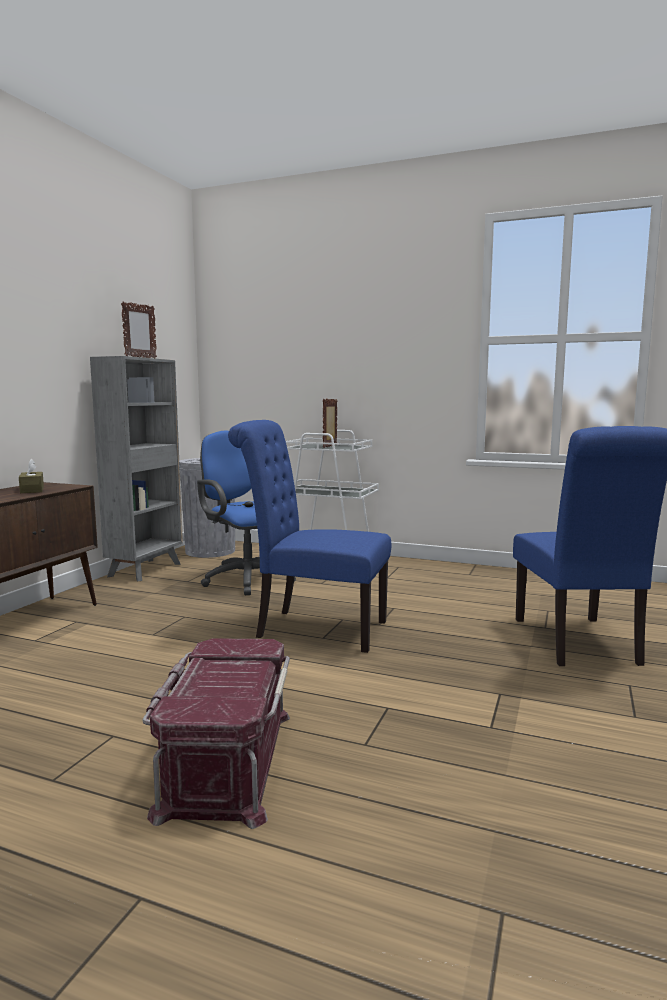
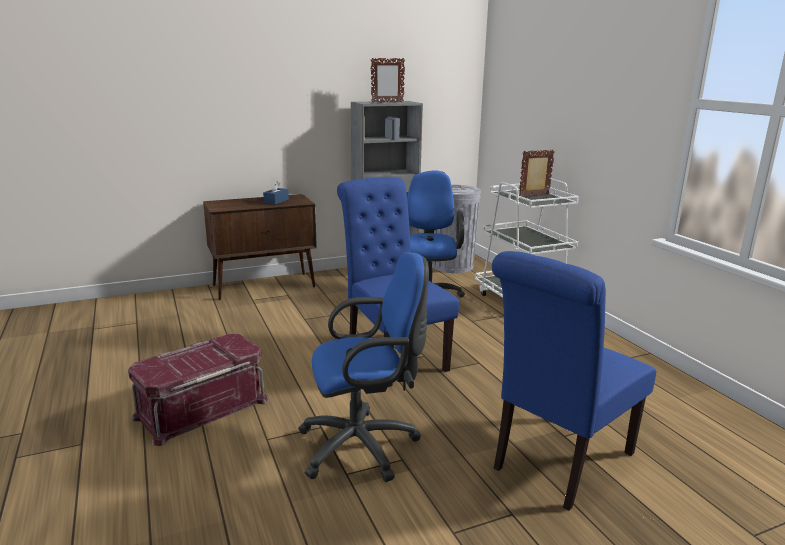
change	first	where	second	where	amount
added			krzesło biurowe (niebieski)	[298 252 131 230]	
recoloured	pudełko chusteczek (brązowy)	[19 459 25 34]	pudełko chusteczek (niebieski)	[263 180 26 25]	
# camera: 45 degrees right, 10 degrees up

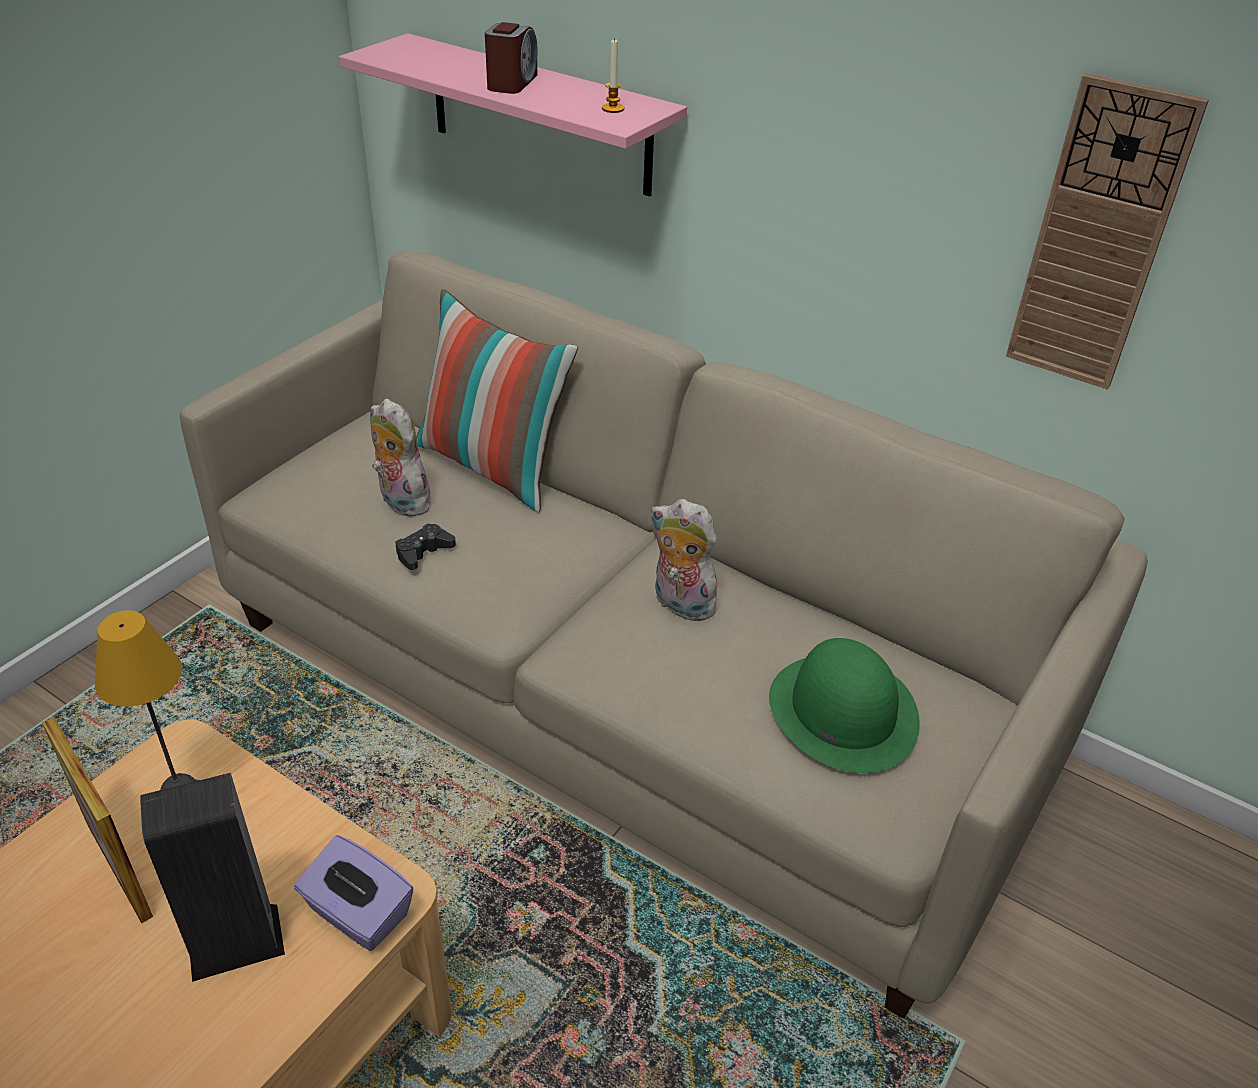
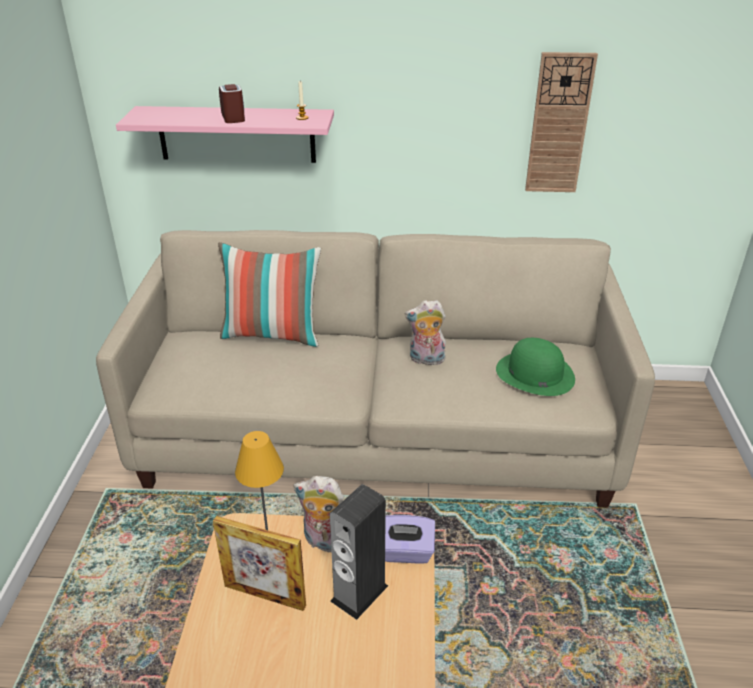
change	first	where	second	where	amount
removed	pad do gier (czarny)	[395 523 61 47]			
moved	pluszak	[370 399 63 118]		[294 476 50 80]	
# camera: 30 degrees left, 5 degrees down

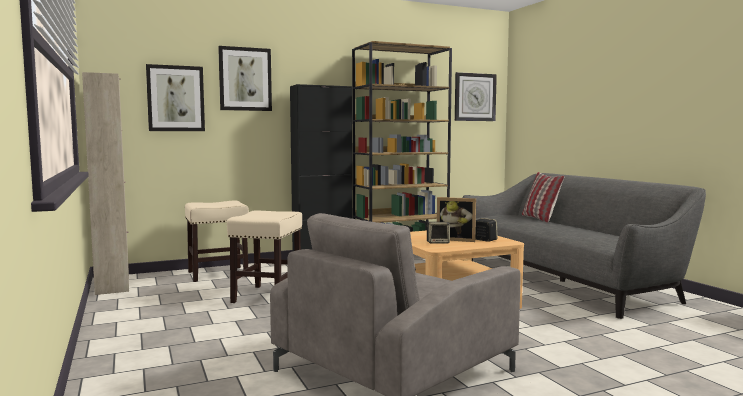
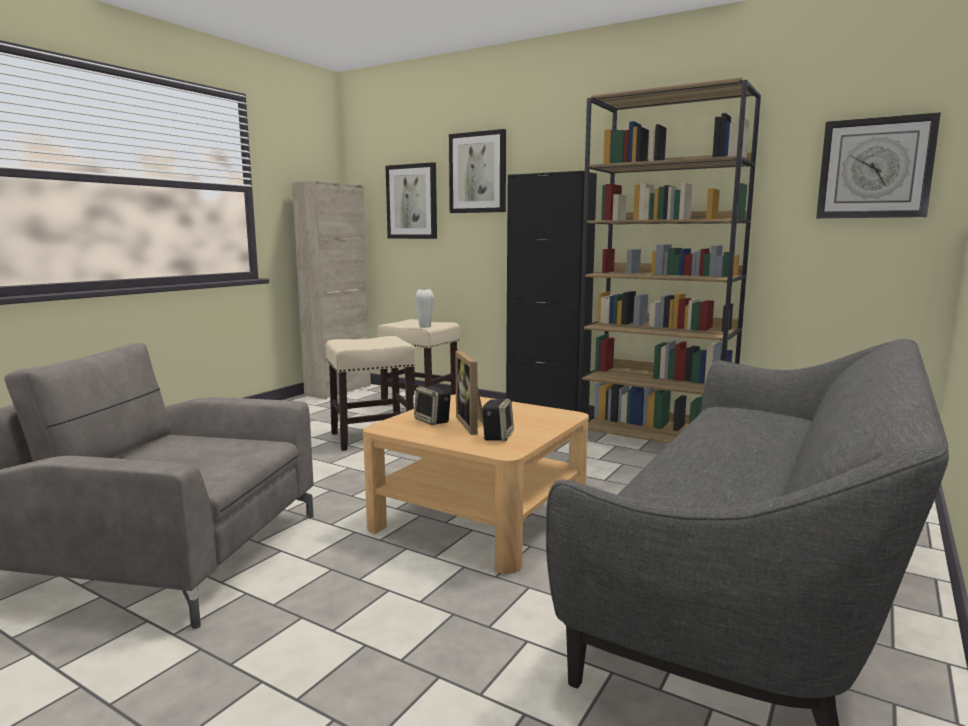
change	first	where	second	where	amount
removed	poduszka	[522 172 42 51]			
added			wazon (biały)	[415 289 19 39]	
# camera: 55 degrees right, 5 degrees up

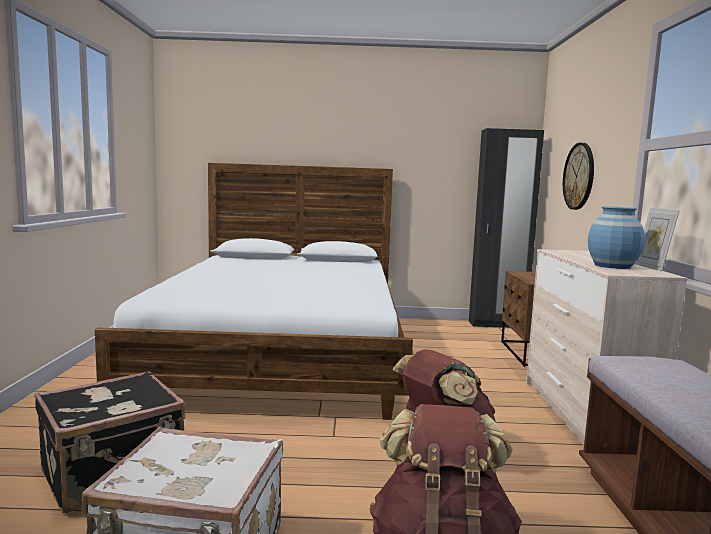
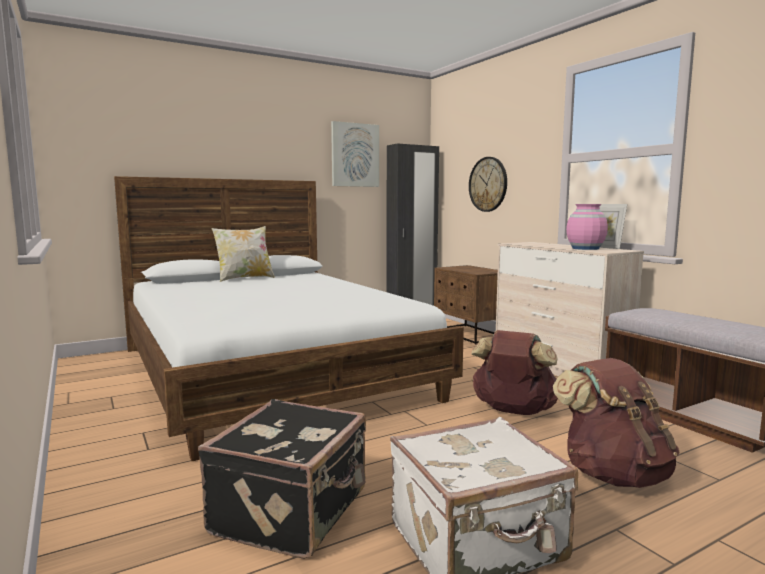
change	first	where	second	where	amount
added			poduszka	[212 226 63 56]	
added			obraz	[331 121 48 66]	
recoloured	wazon (niebieski)	[588 206 57 63]	wazon (różowy)	[566 204 42 46]	
# camera: 30 degrees left, 0 degrees up

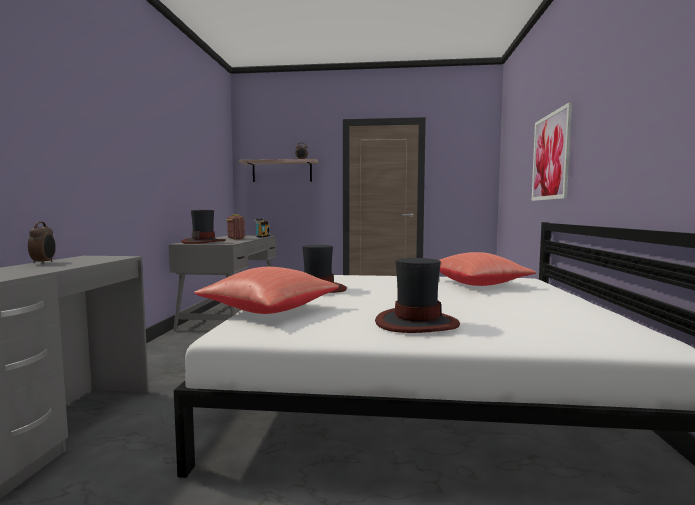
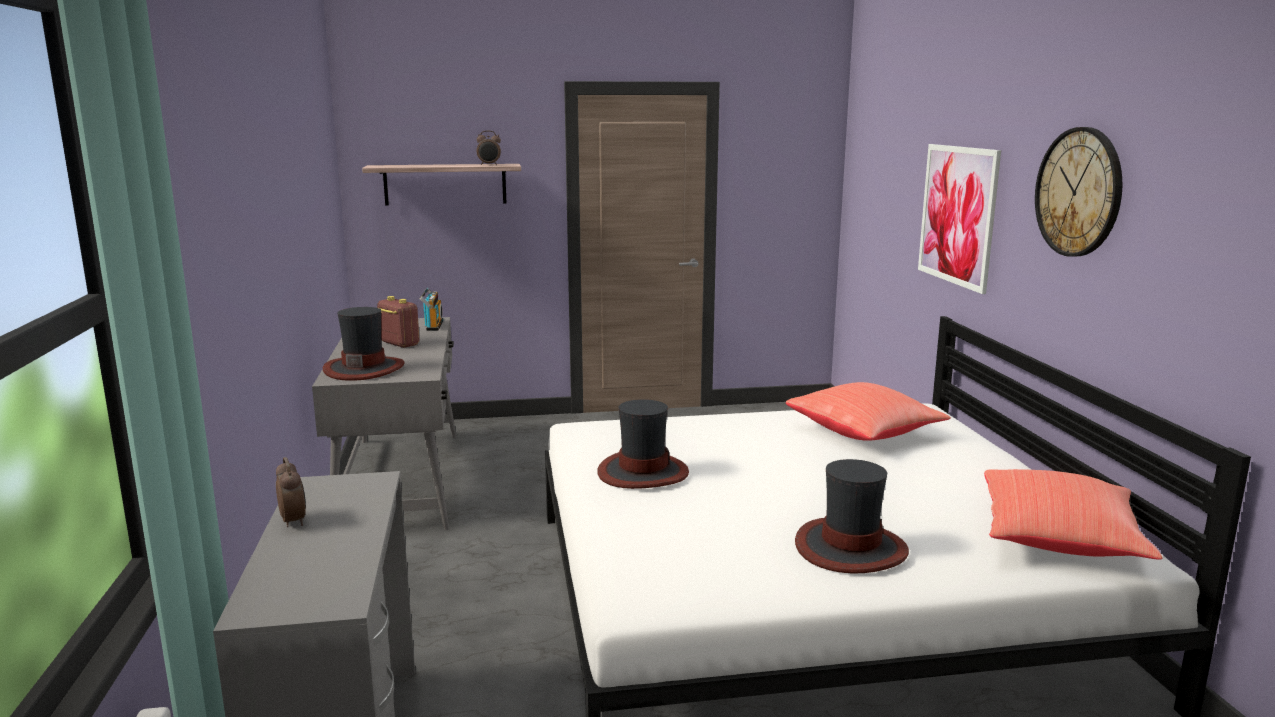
change	first	where	second	where	amount
added			zegar ścienny	[1035 127 87 130]	
moved	poduszka (czerwony)	[194 267 145 47]		[984 469 179 91]	
# camera: 15 degrees left, 10 degrees up

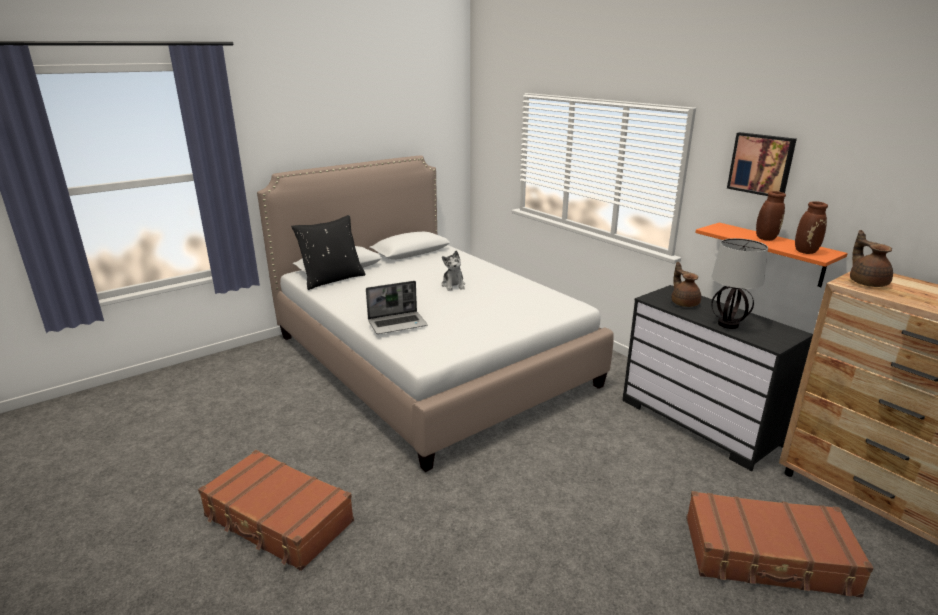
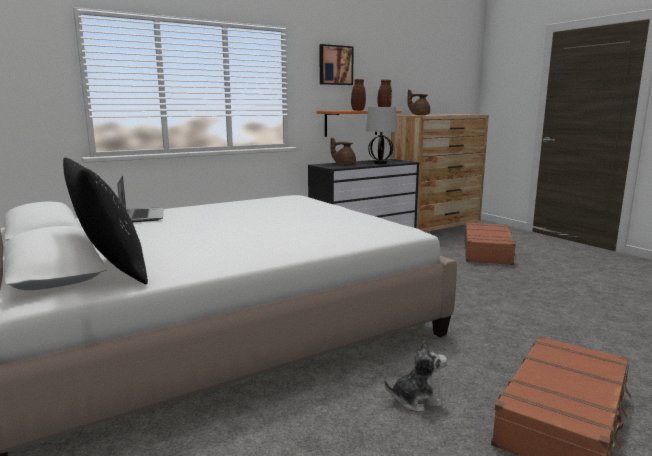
change	first	where	second	where	amount
moved	laptop	[366 281 62 53]		[117 175 46 47]	
moved	pluszak	[442 251 23 40]		[384 340 63 72]	
# camera: 85 degrees left, 10 degrees down

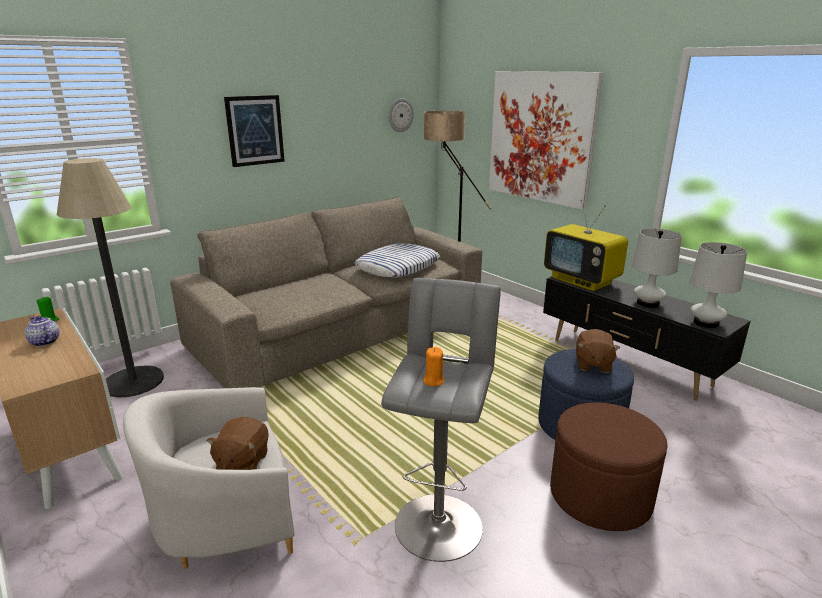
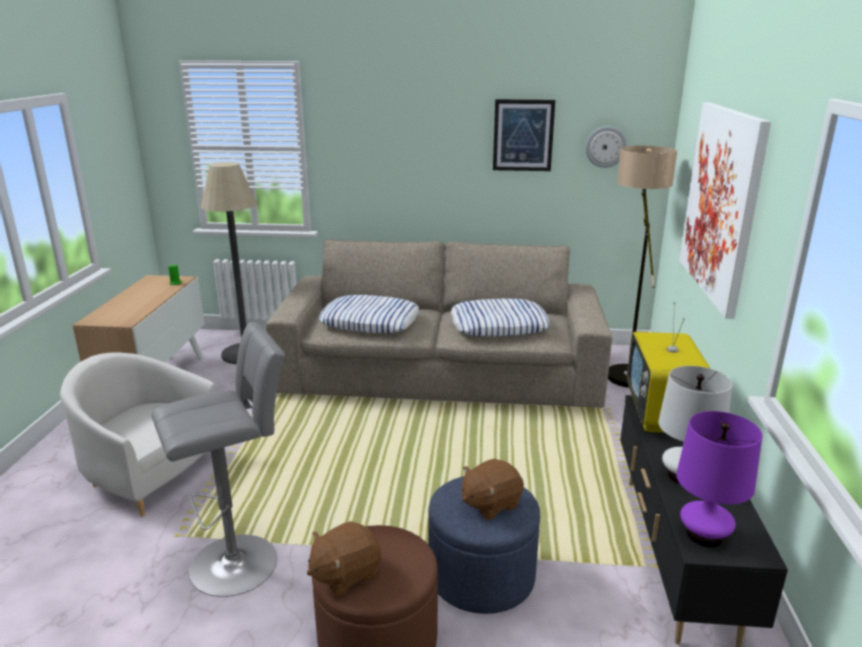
change	first	where	second	where	amount
removed	imbryk	[25 316 35 31]			
removed	świeca (pomarańczowy)	[423 347 21 39]			
added			poduszka	[319 295 100 38]	
moved	pluszak (brązowy)	[206 417 63 53]		[307 521 74 75]	
moved	obraz	[224 95 61 72]		[493 99 62 72]	
recoloured	lampa stołowa (biały)	[690 242 57 86]	lampa stołowa (fioletowy)	[676 411 86 136]	
# camera: 45 degrees right, 0 degrees up

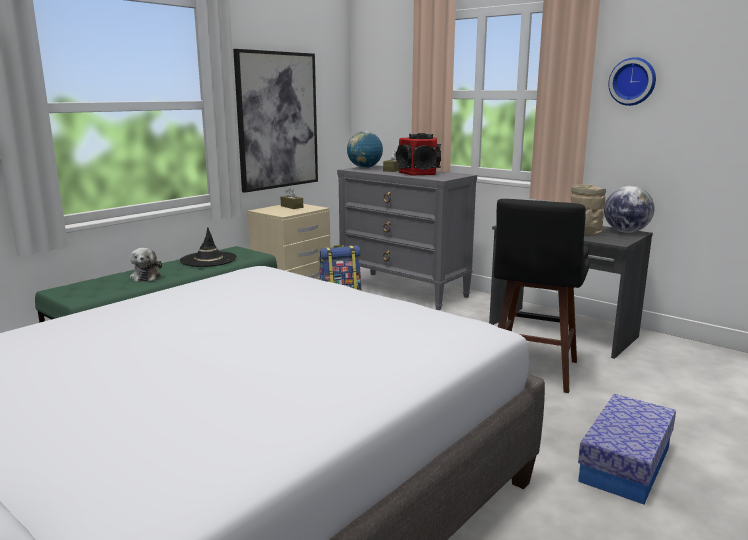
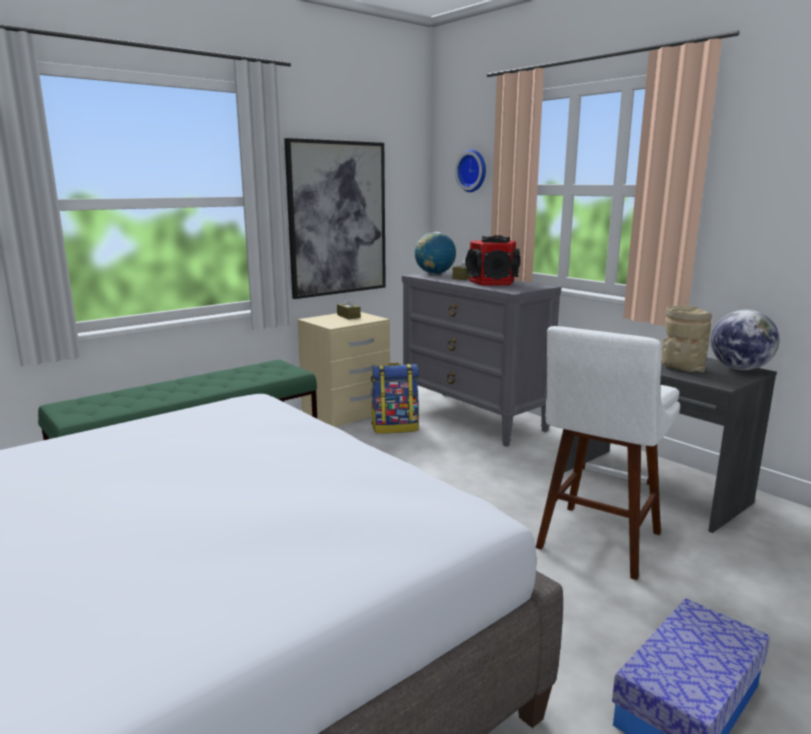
change	first	where	second	where	amount
removed	pluszak	[130 248 32 34]			
removed	kapelusz (czarny)	[180 227 57 40]			
moved	zegar ścienny	[608 57 48 49]		[455 149 31 43]	
recoloured	stołek (czarny)	[494 199 96 194]	stołek (biały)	[536 326 144 254]	
# camera: 10 degrees right, 0 degrees up

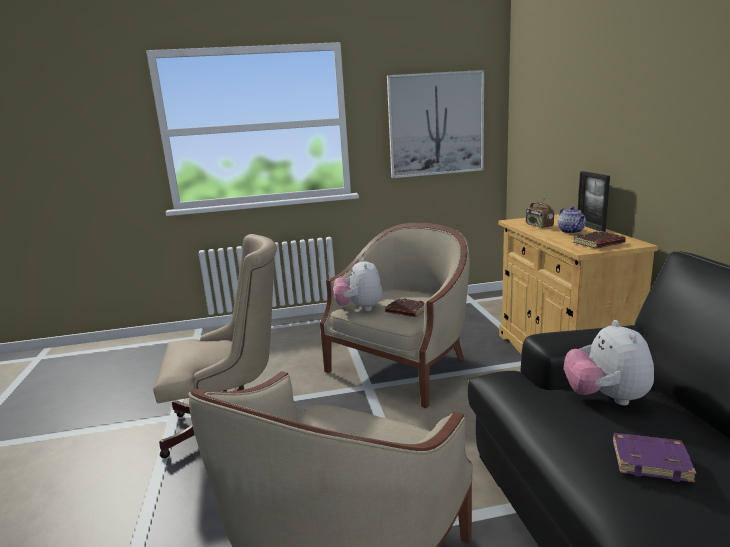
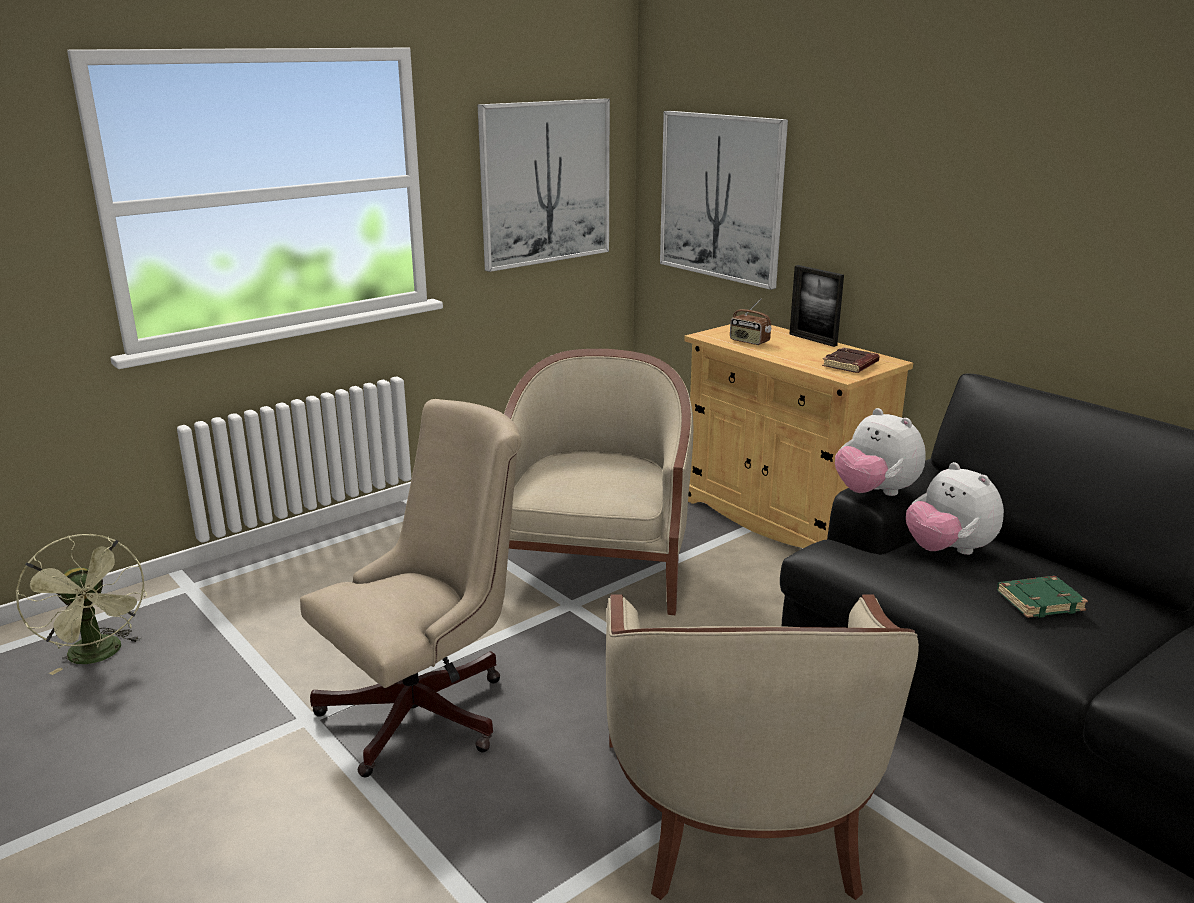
change	first	where	second	where	amount
removed	książka (brązowy)	[385 298 40 19]			
removed	imbryk	[558 206 28 28]			
added			wentylator (zielony)	[16 534 131 141]	
added			obraz	[660 111 128 179]	
moved	pluszak	[333 258 50 53]		[835 408 91 88]	
recoloured	książka (fioletowy)	[613 433 84 50]	książka (zielony)	[997 576 91 42]	
# camera: 30 degrees left, 5 degrees up

